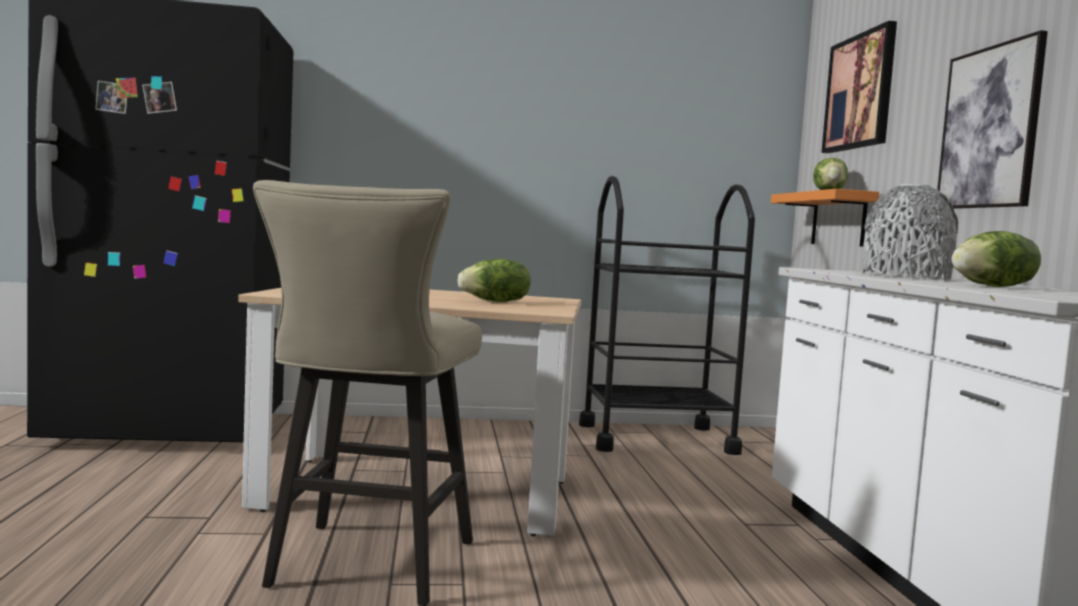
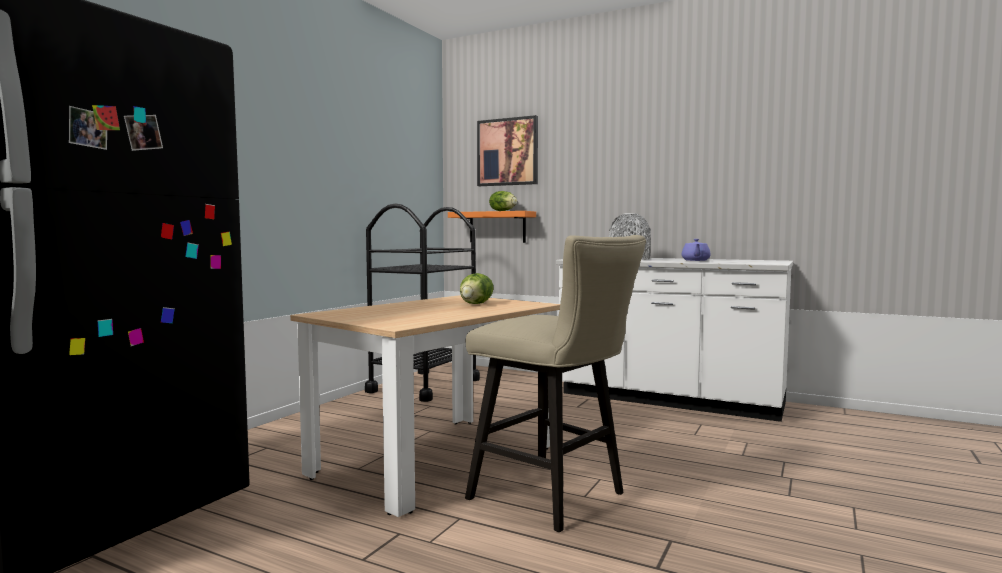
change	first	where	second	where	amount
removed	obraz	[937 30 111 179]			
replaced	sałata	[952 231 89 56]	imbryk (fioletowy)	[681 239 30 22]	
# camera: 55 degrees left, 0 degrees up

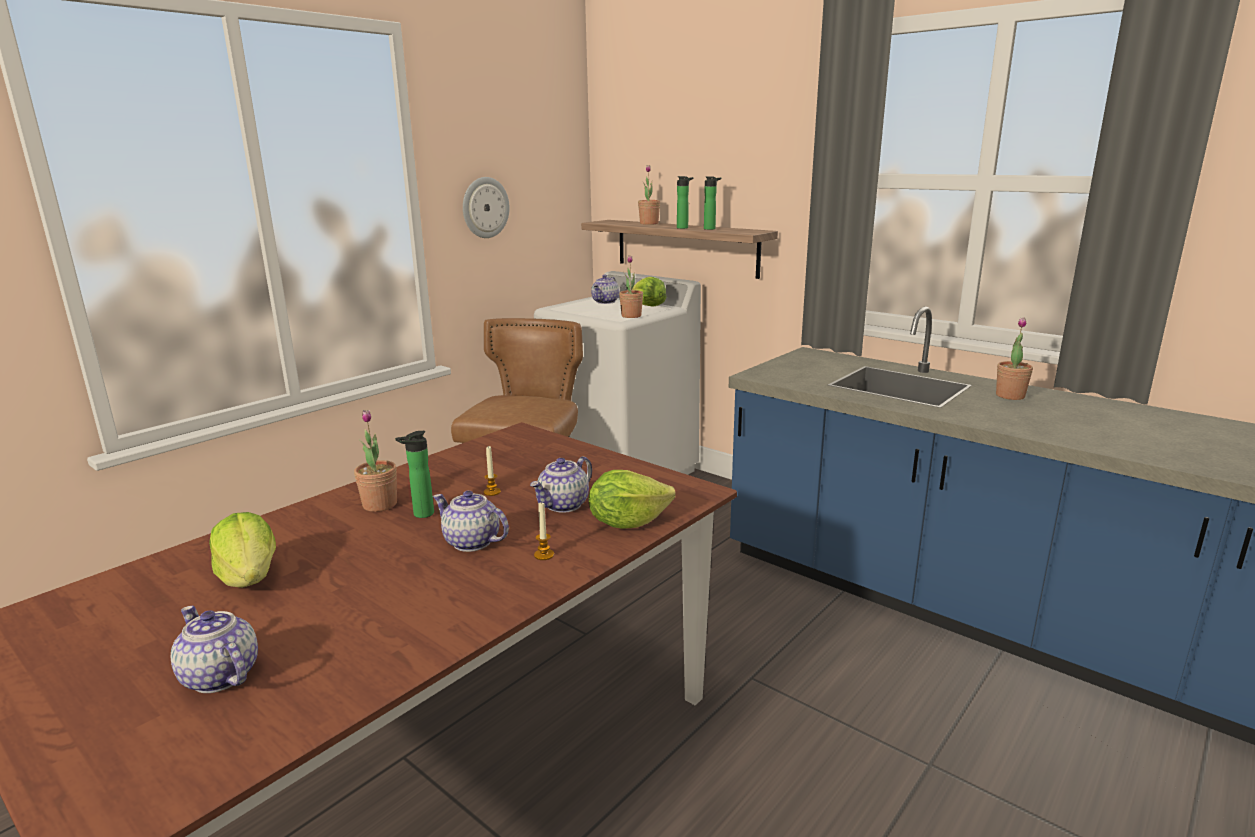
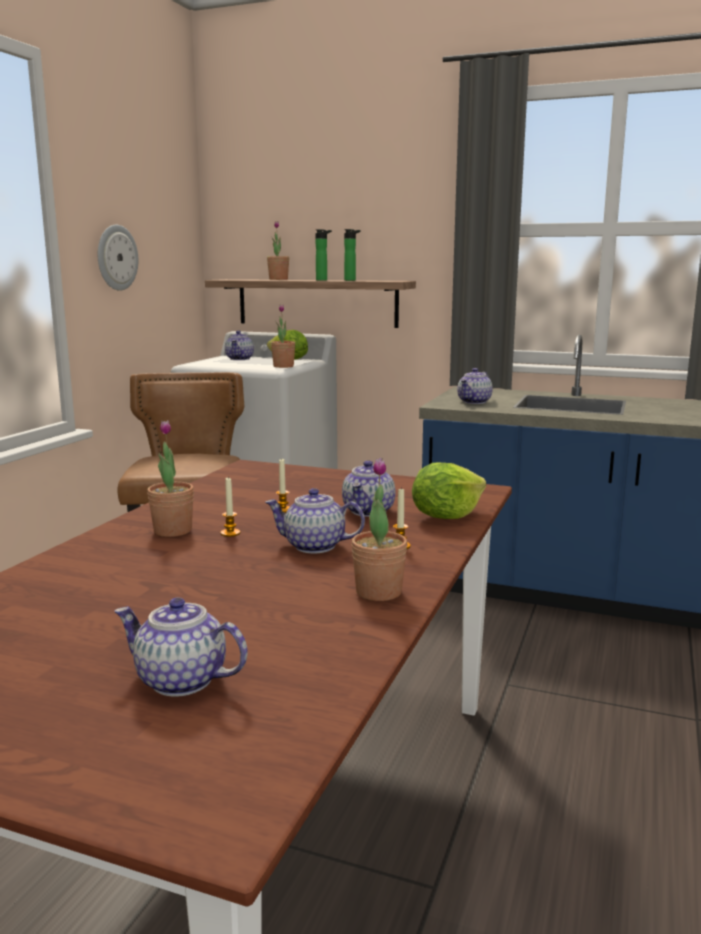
change	first	where	second	where	amount
removed	sałata	[209 512 67 76]			
added			imbryk	[457 368 36 36]	
moved	roślina doniczkowa	[996 317 37 83]		[351 458 56 143]	
replaced	butelka	[395 431 39 87]	świeca	[220 477 20 60]	
# camera: 20 degrees left, 5 degrees down

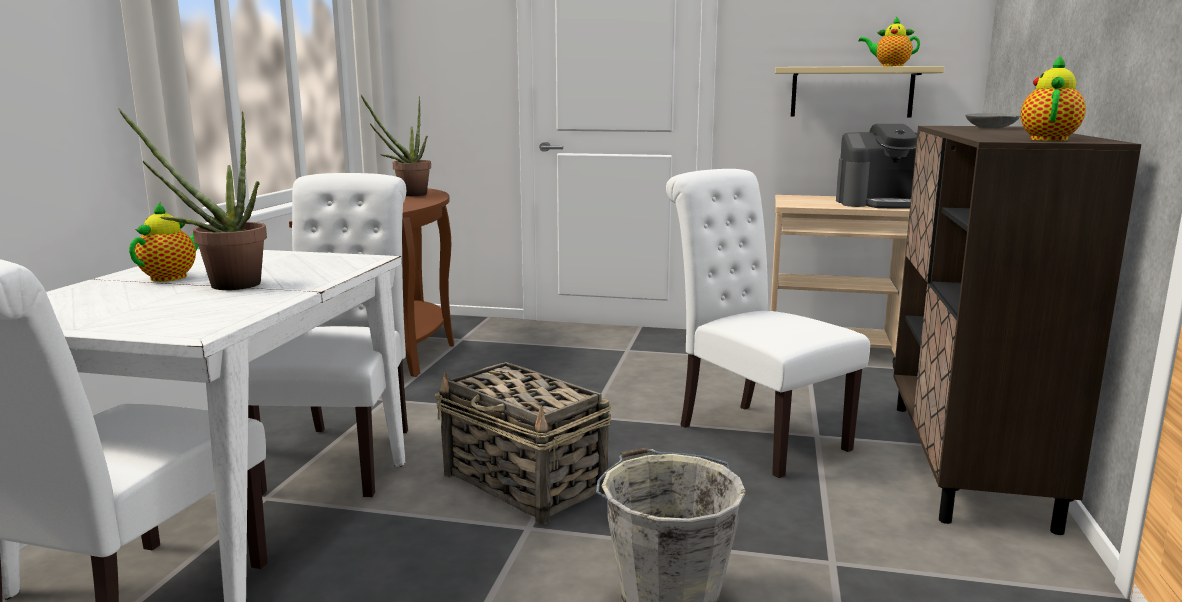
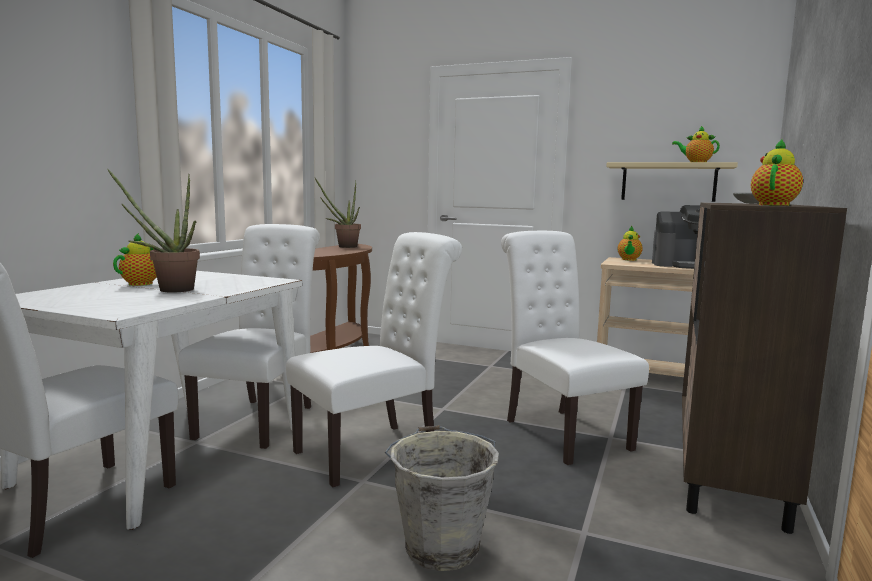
change	first	where	second	where	amount
added			imbryk	[618 226 25 35]	
replaced	koszyk	[435 362 176 163]	krzesło (biały)	[286 232 176 255]	
# camera: 10 degrees right, 5 degrees down

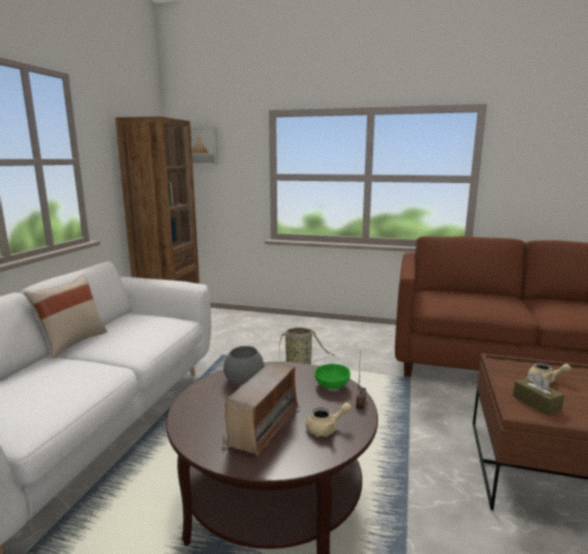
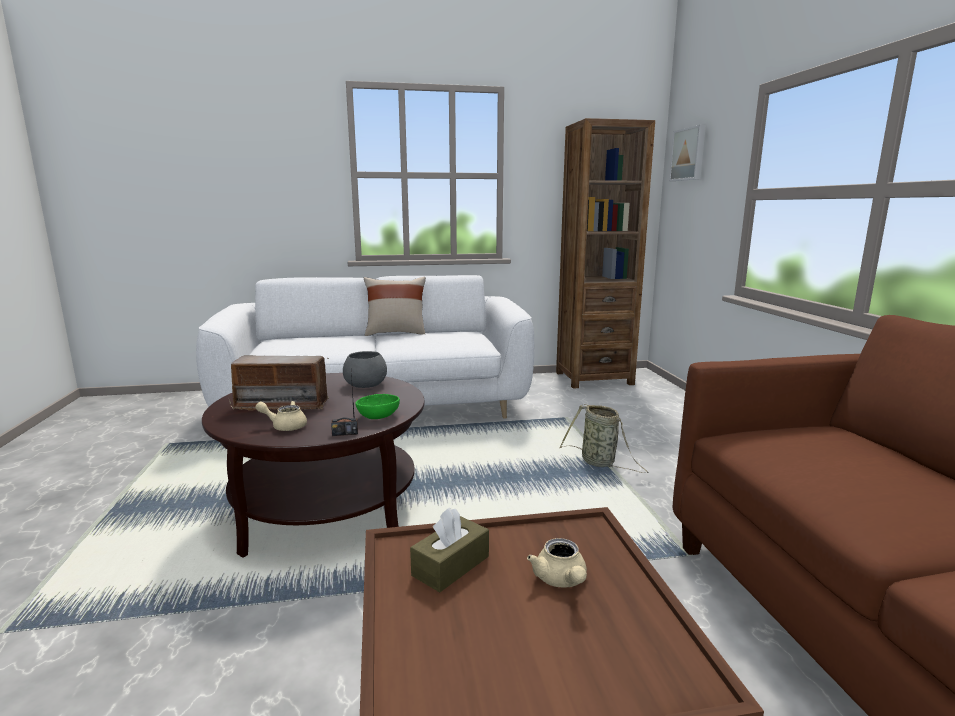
change	first	where	second	where	amount
turned	imbryk (beżowy)	[306 403 46 33]		[255 401 52 30]	135 degrees clockwise
# camera: 65 degrees right, 0 degrees up

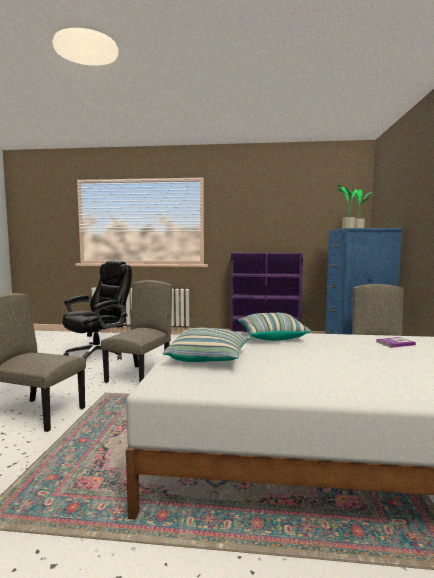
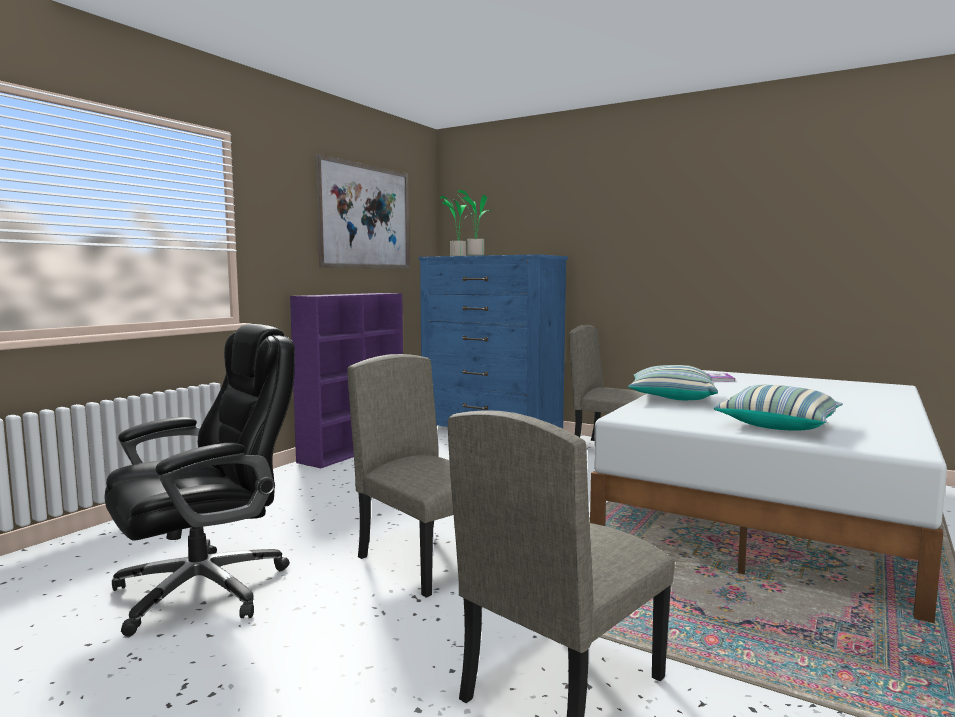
change	first	where	second	where	amount
added			obraz	[316 154 94 115]	
turned	krzesło biurowe (czarny)	[62 261 70 99]		[105 324 190 312]	75 degrees clockwise
# camera: 65 degrees left, 0 degrees up

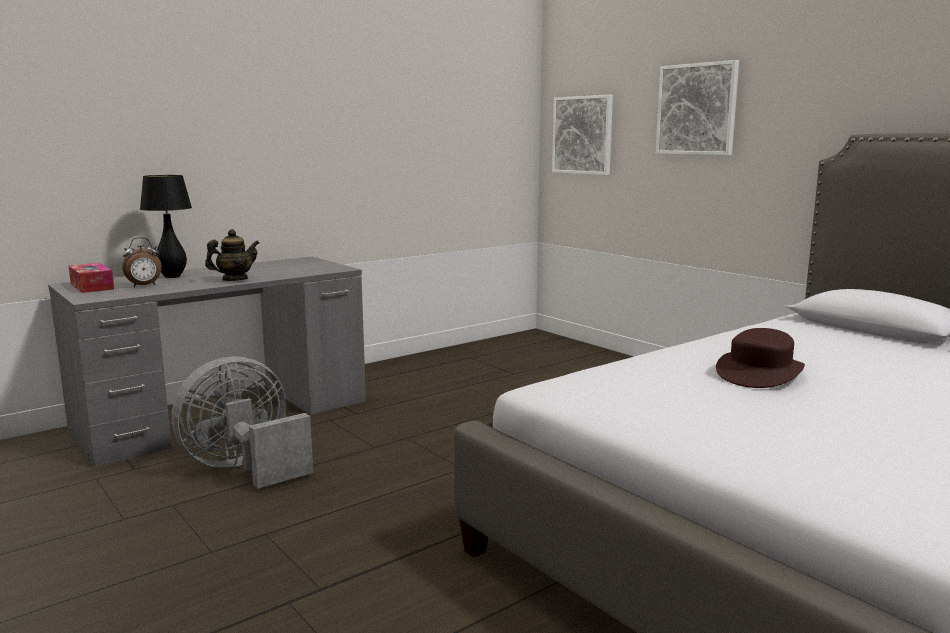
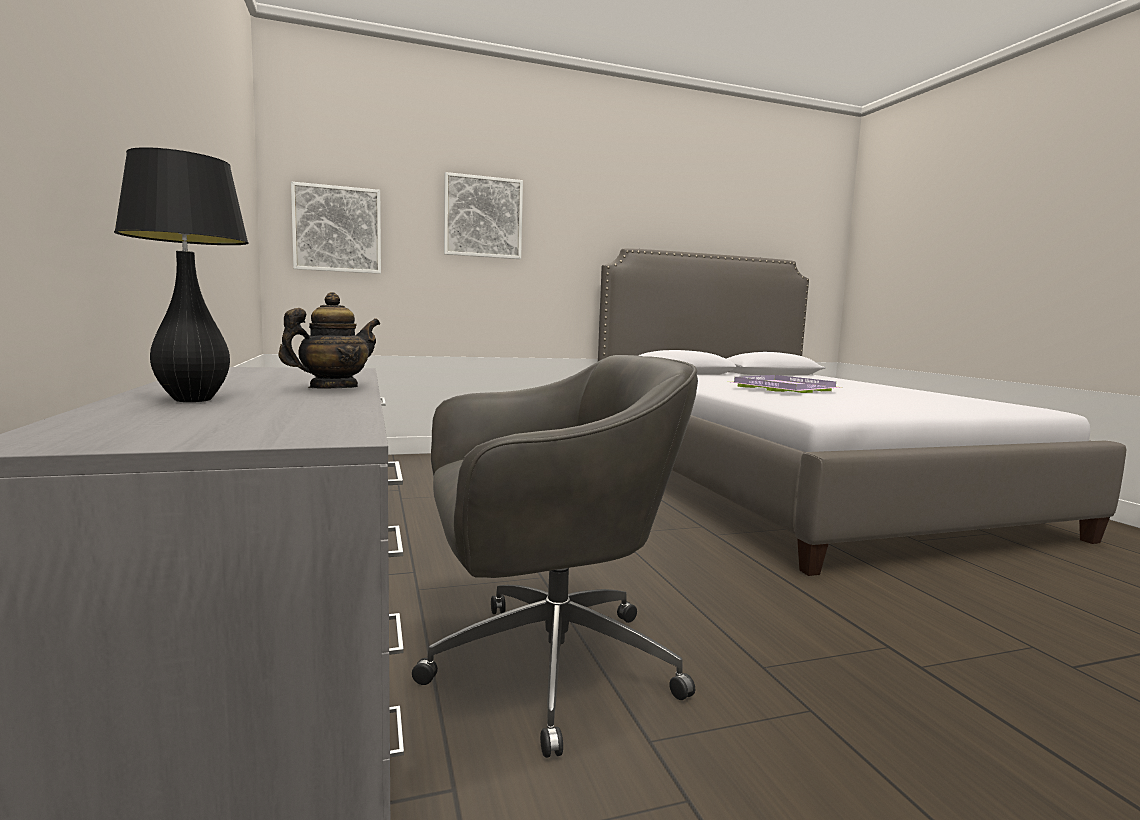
change	first	where	second	where	amount
removed	pudełko chusteczek	[69 263 45 30]			
removed	budzik	[122 237 40 50]			
replaced	wentylator (szary)	[172 356 141 133]	krzesło biurowe (szary)	[412 355 286 403]	
replaced	kapelusz (brązowy)	[716 328 89 60]	taca (fioletowy)	[732 375 110 18]	
turned	imbryk	[205 229 54 52]		[278 292 102 96]	60 degrees clockwise
# camera: 70 degrees left, 5 degrees down

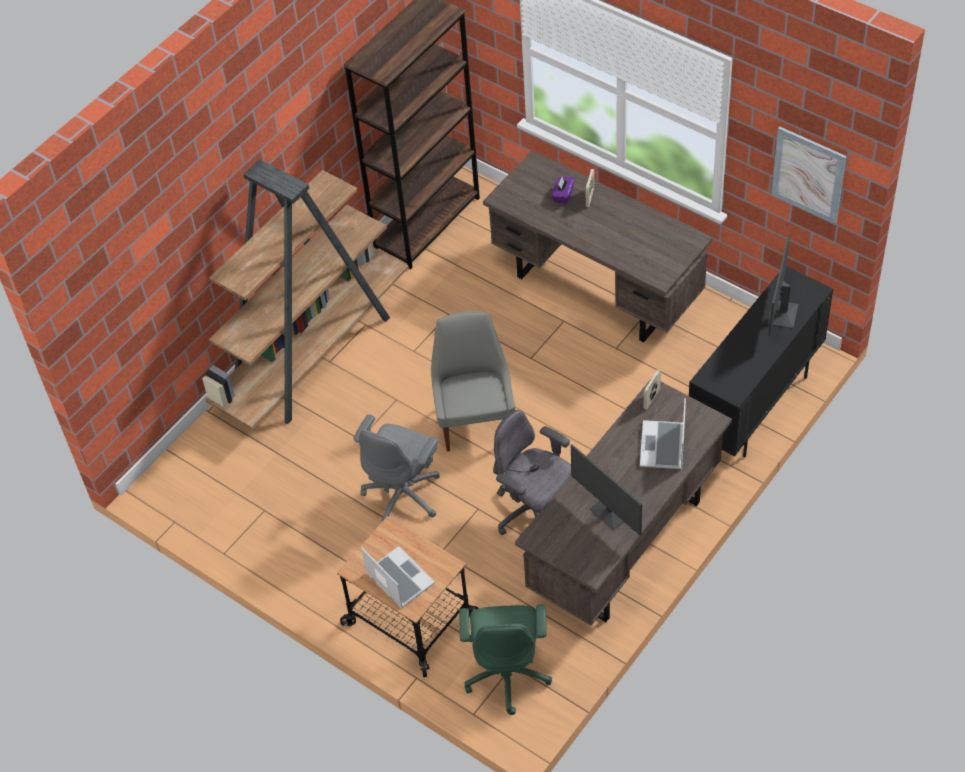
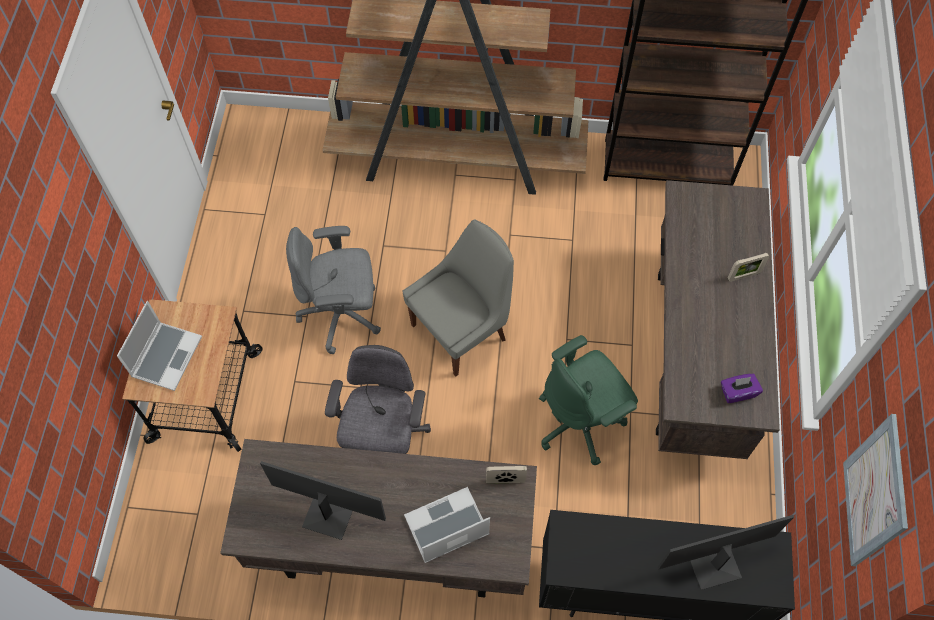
change	first	where	second	where	amount
moved	krzesło biurowe (zielony)	[459 604 93 111]		[539 335 99 130]	
moved	pudełko chusteczek (fioletowy)	[552 177 23 27]		[721 374 42 29]	
turned	monitor	[571 445 71 90]		[260 461 126 79]	90 degrees clockwise
# camera: 55 degrees right, 10 degrees up

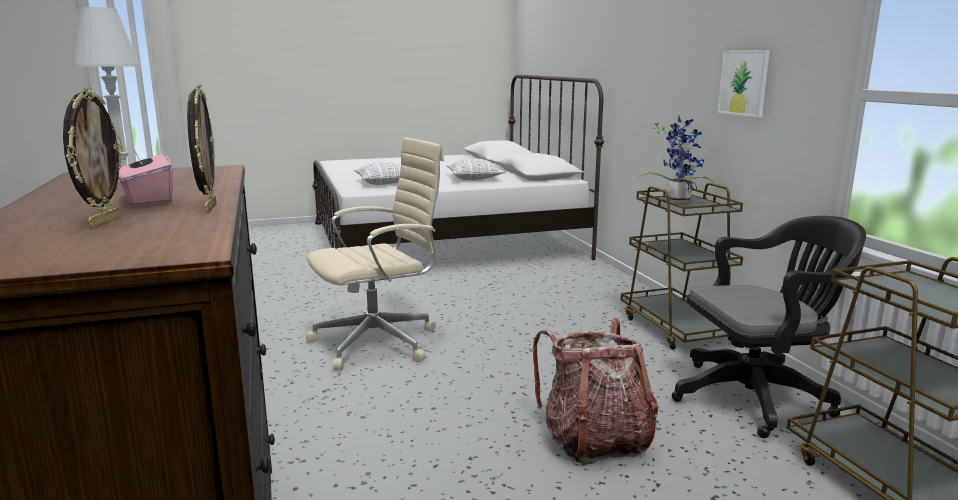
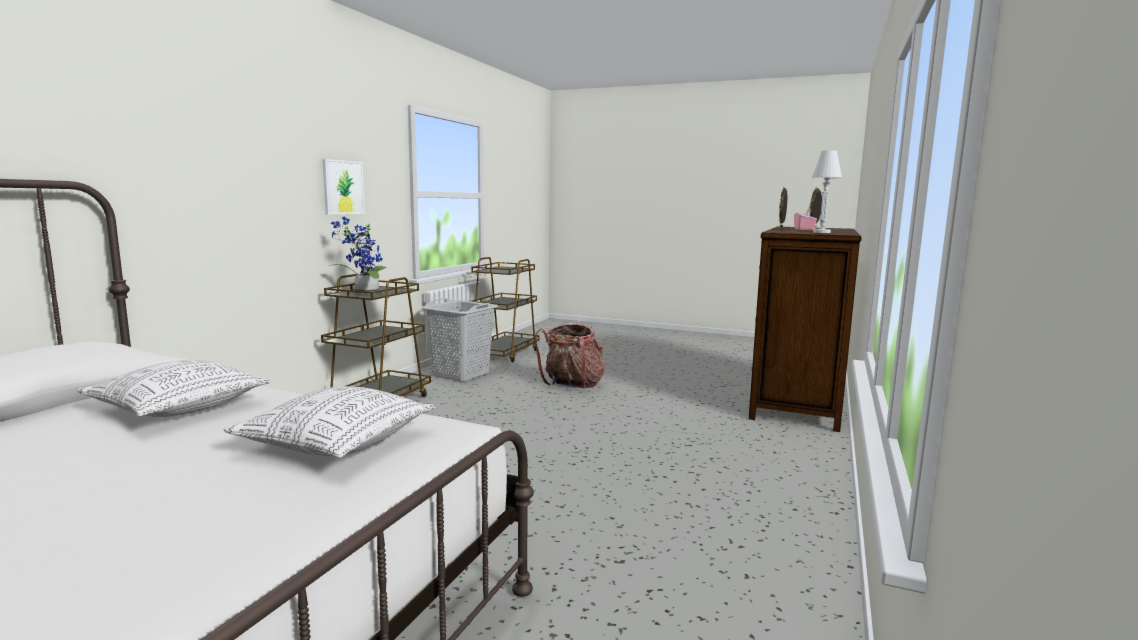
change	first	where	second	where	amount
removed	krzesło biurowe (beżowy)	[306 137 138 233]			
replaced	krzesło biurowe (czarny)	[672 216 194 222]	kosz na pranie (szary)	[421 298 77 84]	
# camera: 140 degrees left, 5 degrees down

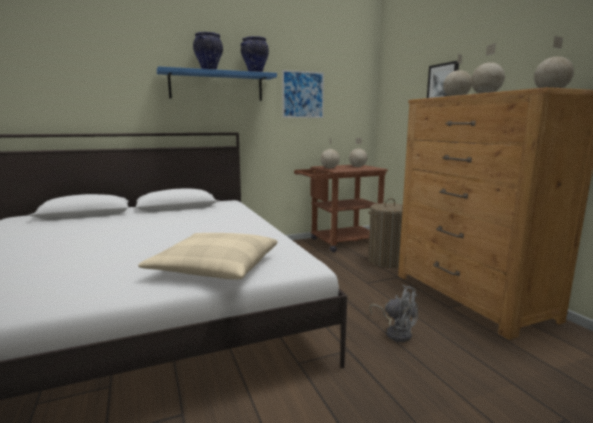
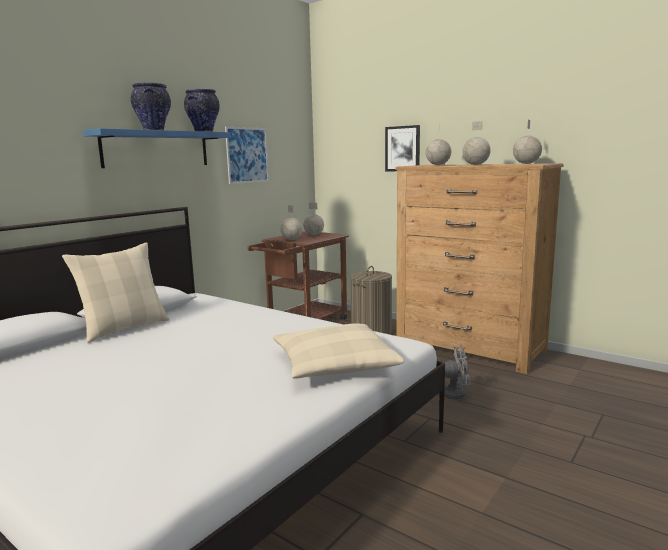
change	first	where	second	where	amount
added			poduszka (beżowy)	[62 242 107 101]	
# camera: 30 degrees left, 0 degrees up

